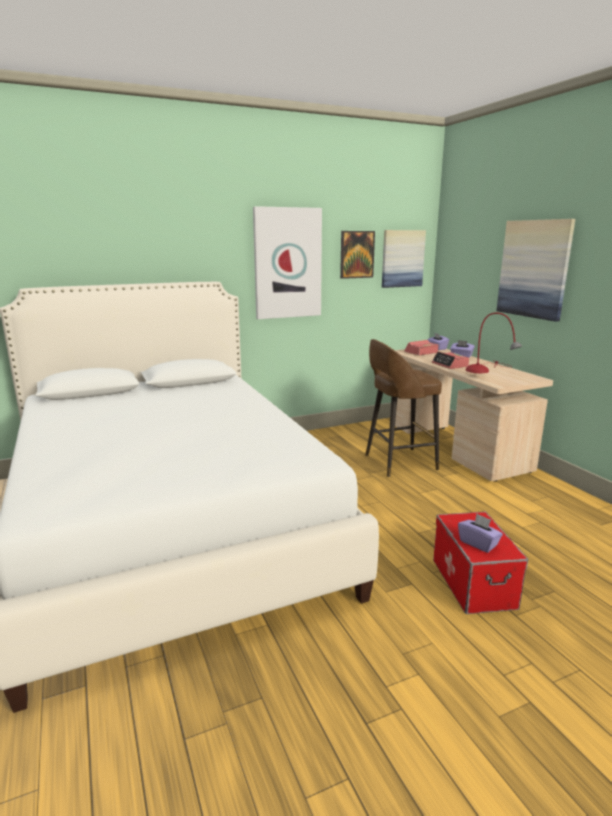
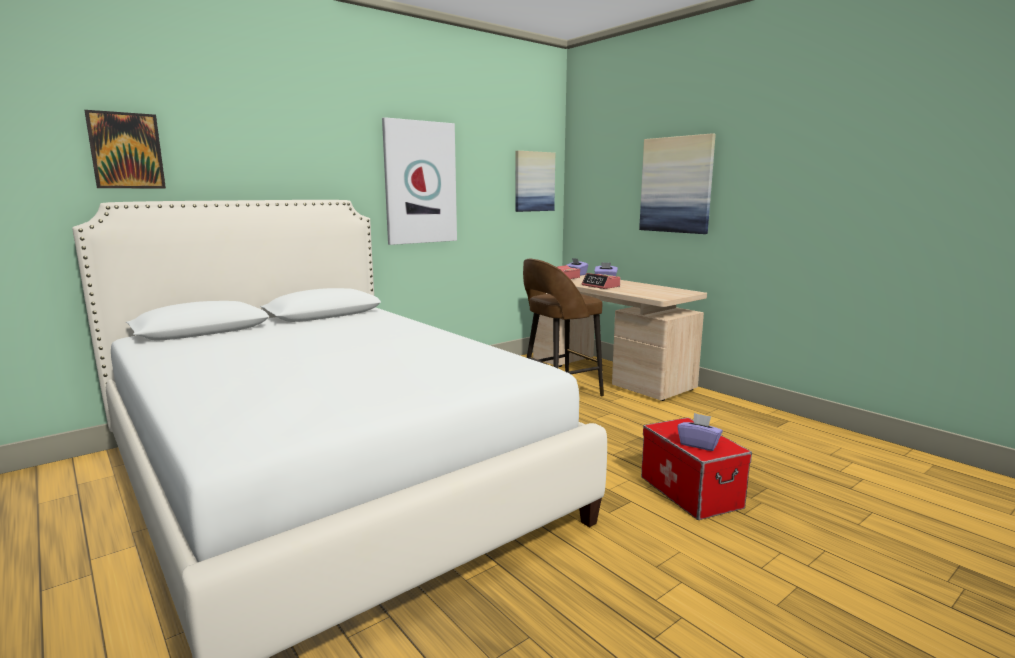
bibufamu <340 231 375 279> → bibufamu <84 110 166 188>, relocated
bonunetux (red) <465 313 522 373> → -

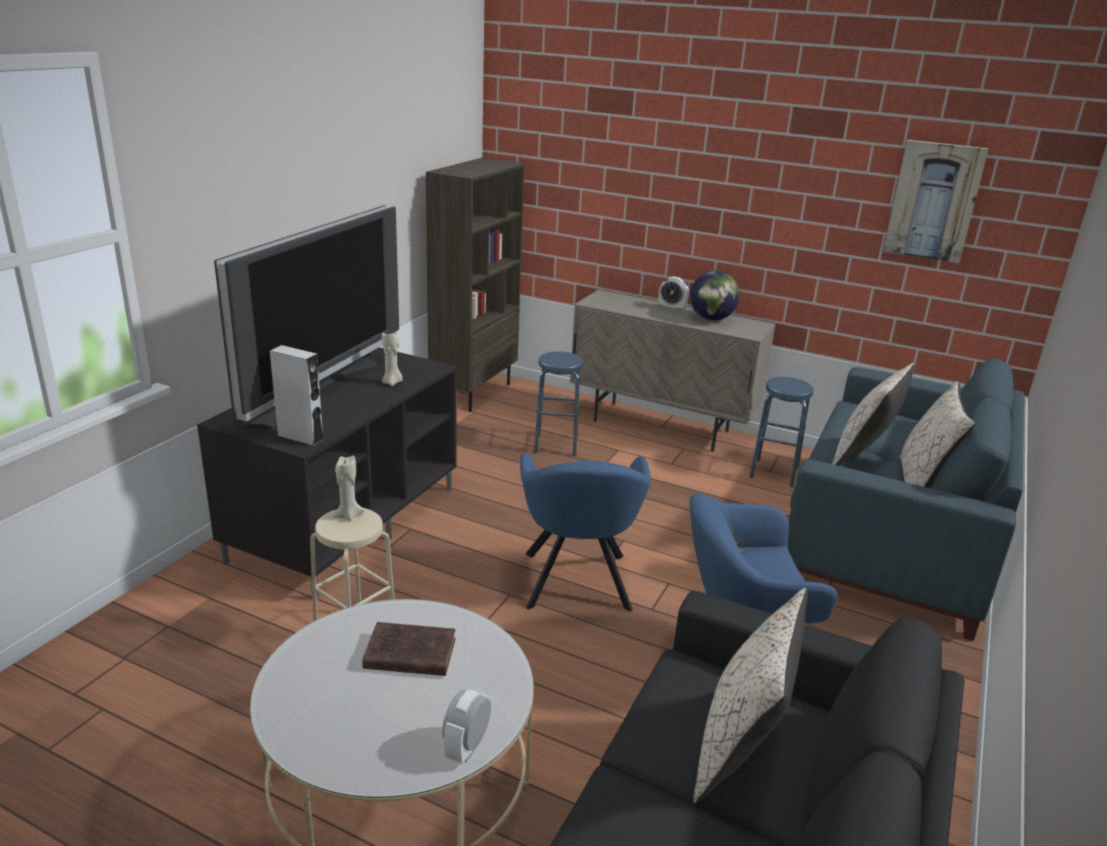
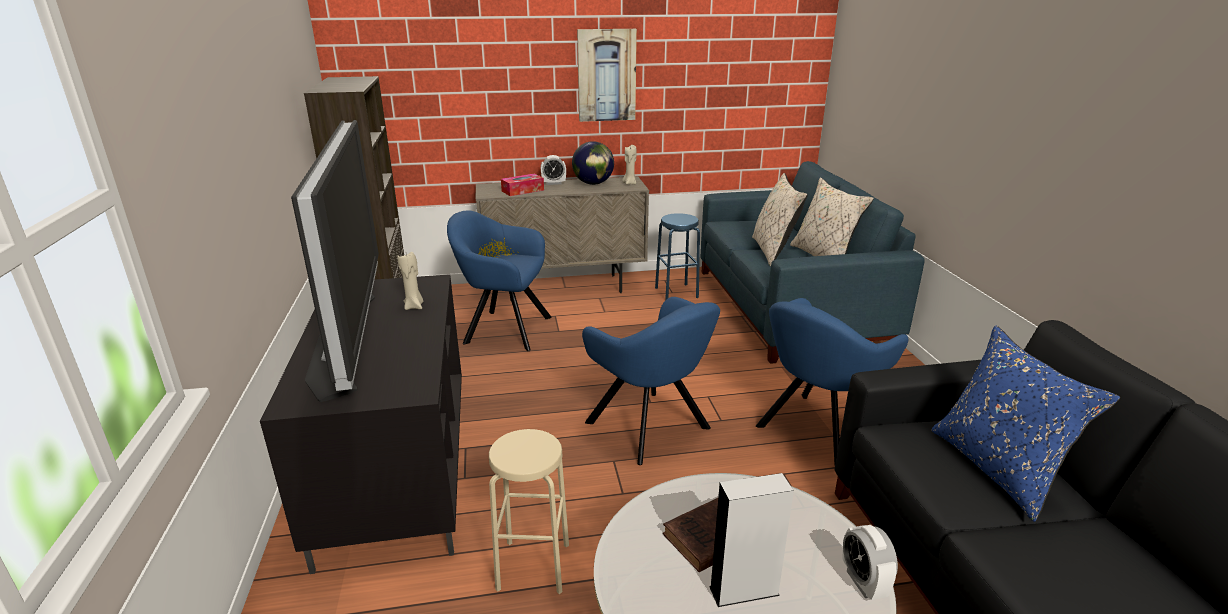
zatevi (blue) <534 351 583 456> → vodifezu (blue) <447 210 552 351>
- → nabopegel <501 173 544 196>
bibufamu <883 140 989 263> → bibufamu <577 29 637 122>, relocated
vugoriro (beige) <332 456 365 521> → vugoriro (beige) <622 145 636 184>, relocated
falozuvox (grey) <270 345 324 446> → falozuvox (grey) <709 473 794 607>, relocated
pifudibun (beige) <693 588 808 804> → pifudibun (blue) <931 325 1120 522>

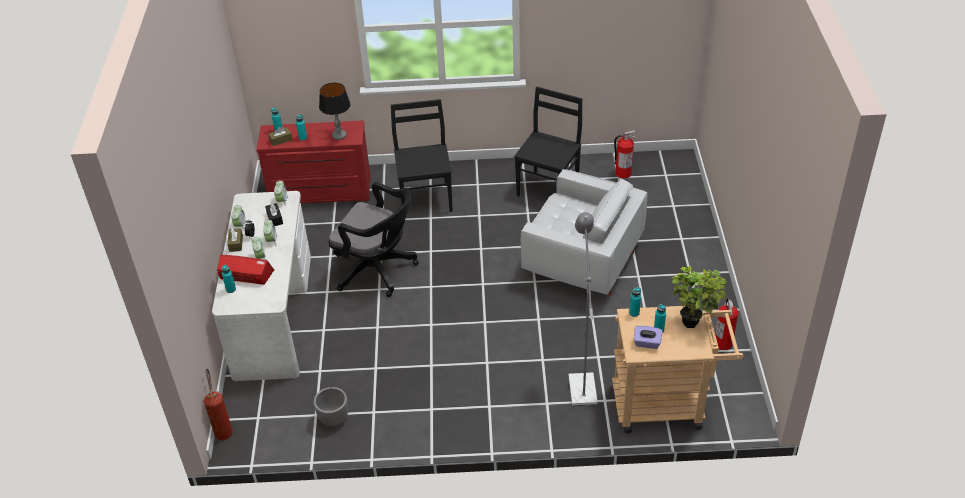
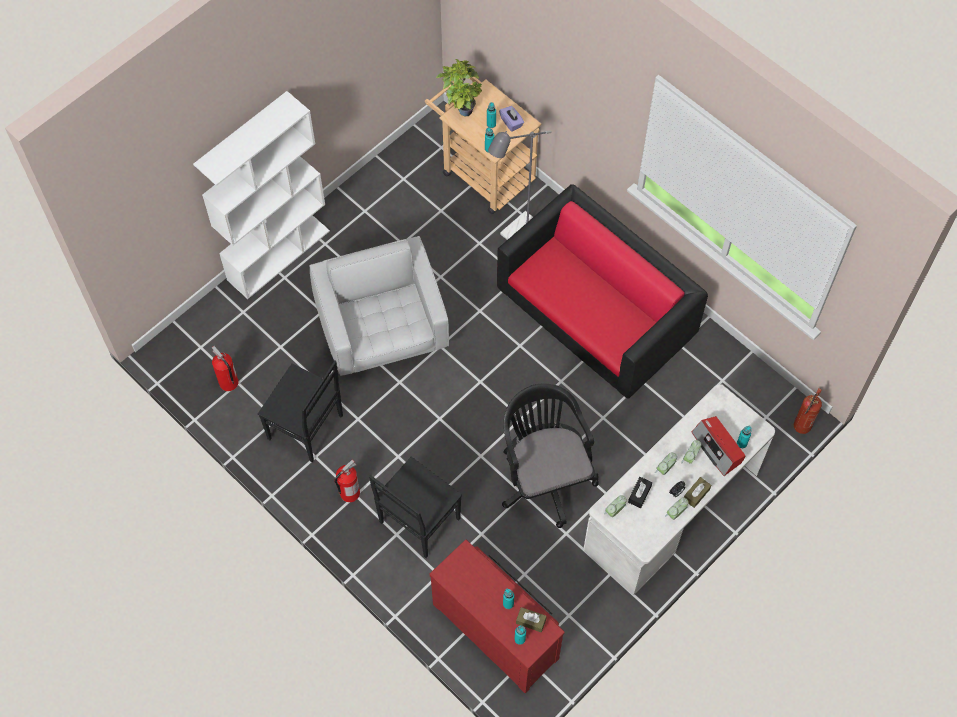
- → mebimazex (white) <193 91 330 299>
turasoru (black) <514 86 582 197> → turasoru (black) <258 361 343 462>, 135 degrees counterclockwise
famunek <715 297 738 350> → famunek <334 459 360 502>, relocated
- → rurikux <497 184 708 399>
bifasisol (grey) <314 387 348 426> → -
bonunetux <319 83 350 140> → -

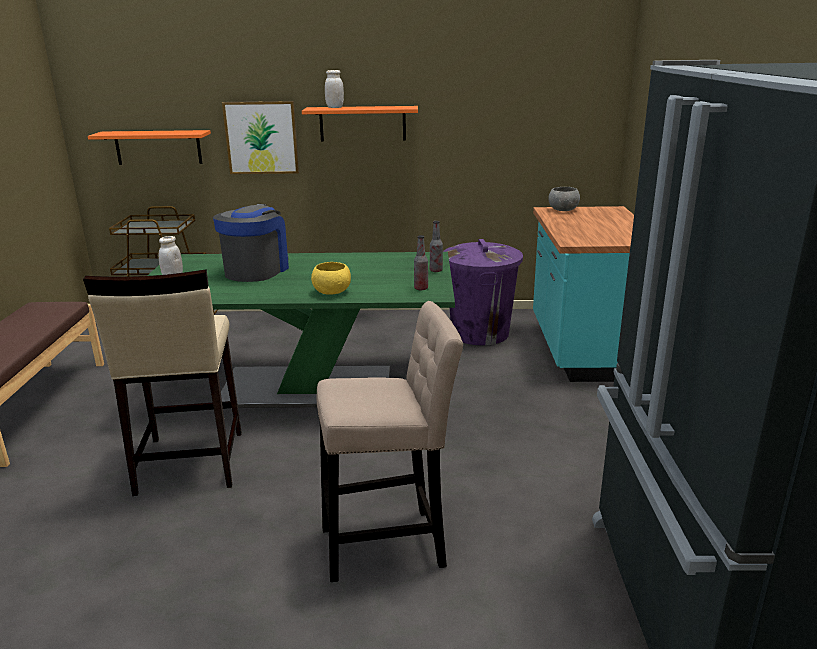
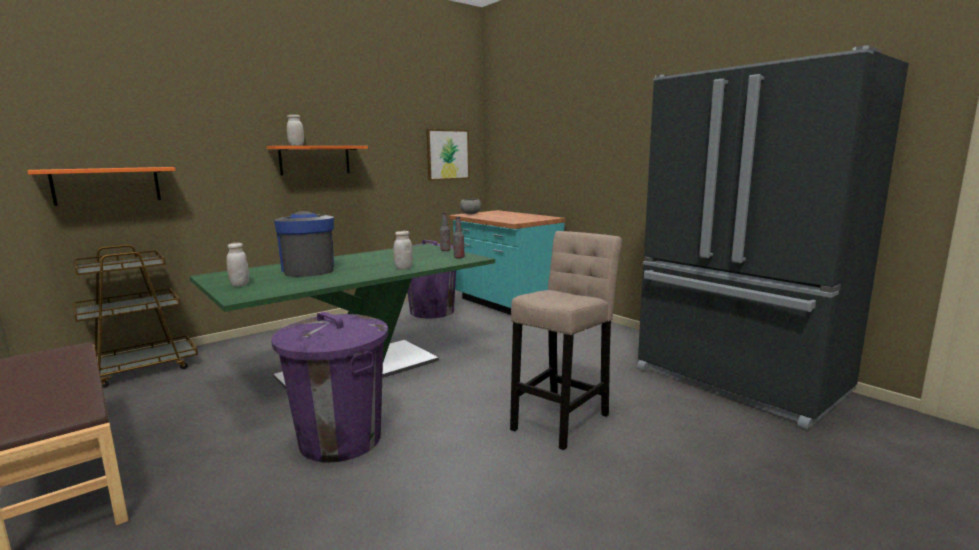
zatevi (beige) <83 269 242 496> → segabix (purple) <271 312 388 463>
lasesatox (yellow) <311 262 351 295> → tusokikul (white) <393 231 413 270>
bibufamu <222 101 299 174> → bibufamu <426 129 470 181>, relocated

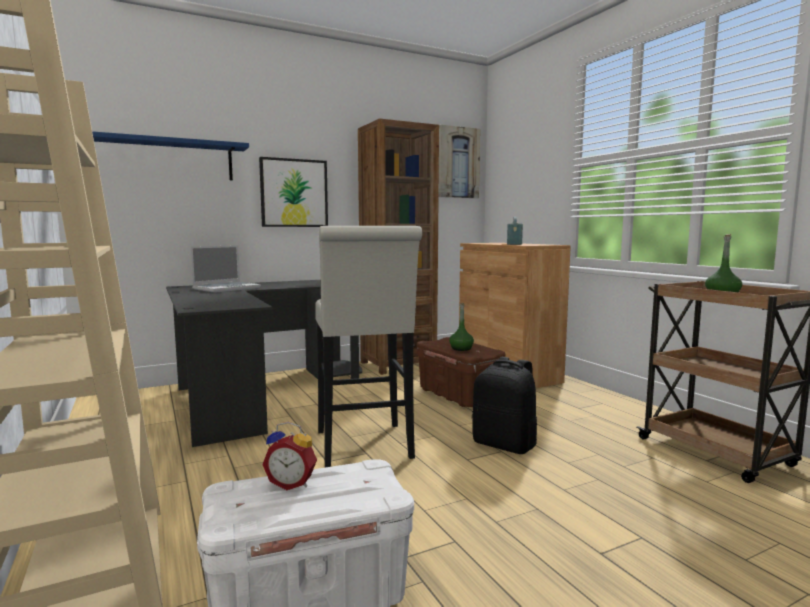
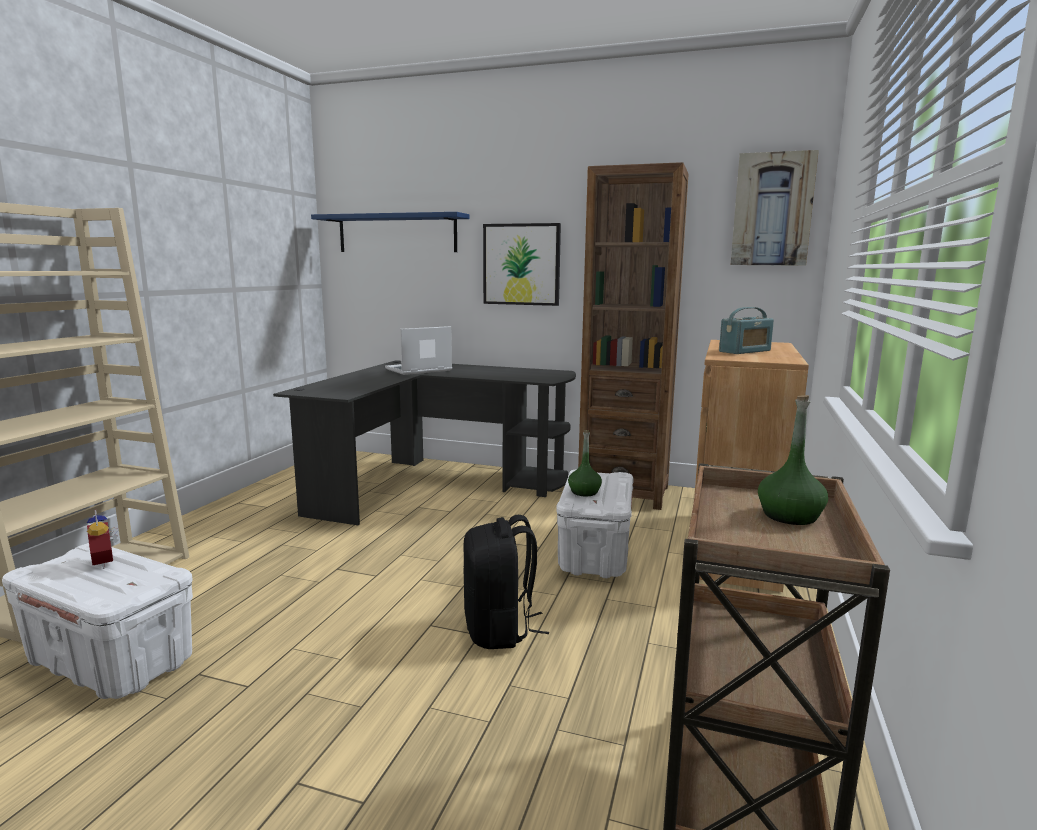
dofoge <190 245 261 293> → dofoge <385 326 452 375>, 150 degrees clockwise
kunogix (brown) <417 337 505 407> → kunogix (white) <556 469 634 578>
zatevi (white) <315 226 423 468> → -

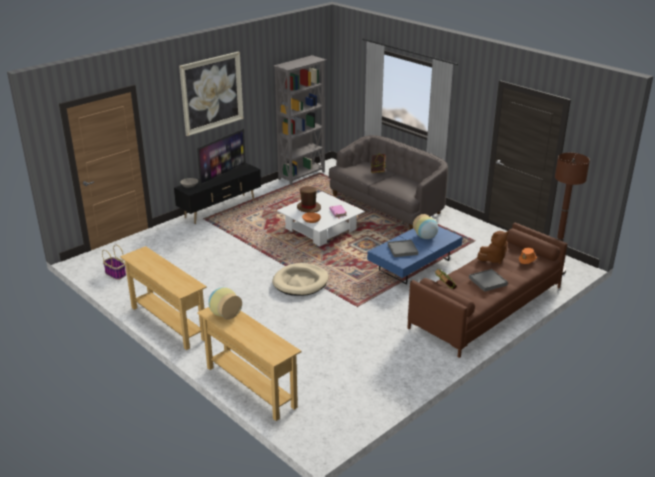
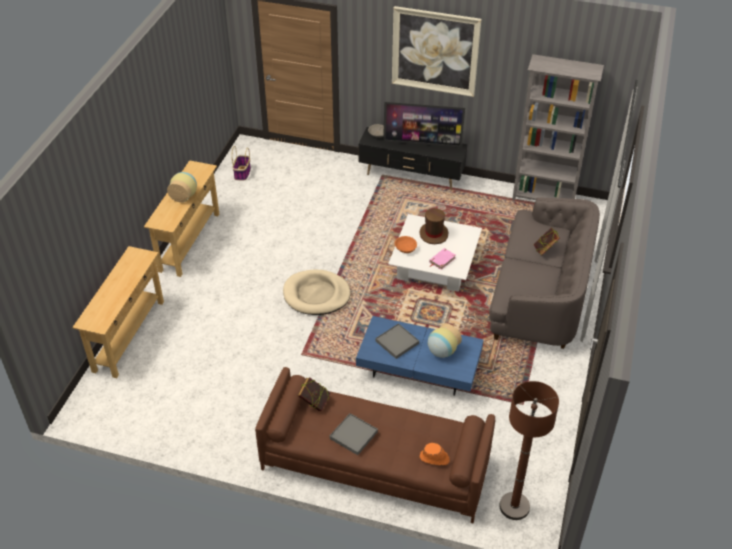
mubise <208 287 242 320> → mubise <167 172 197 203>, relocated
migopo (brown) <477 231 509 264> → -

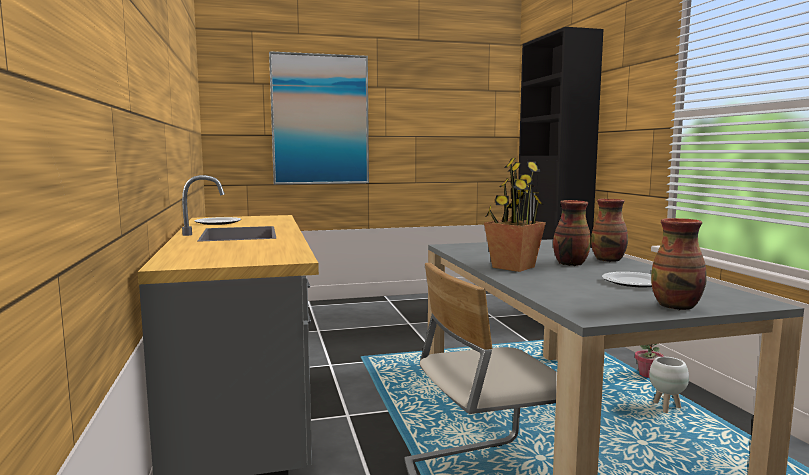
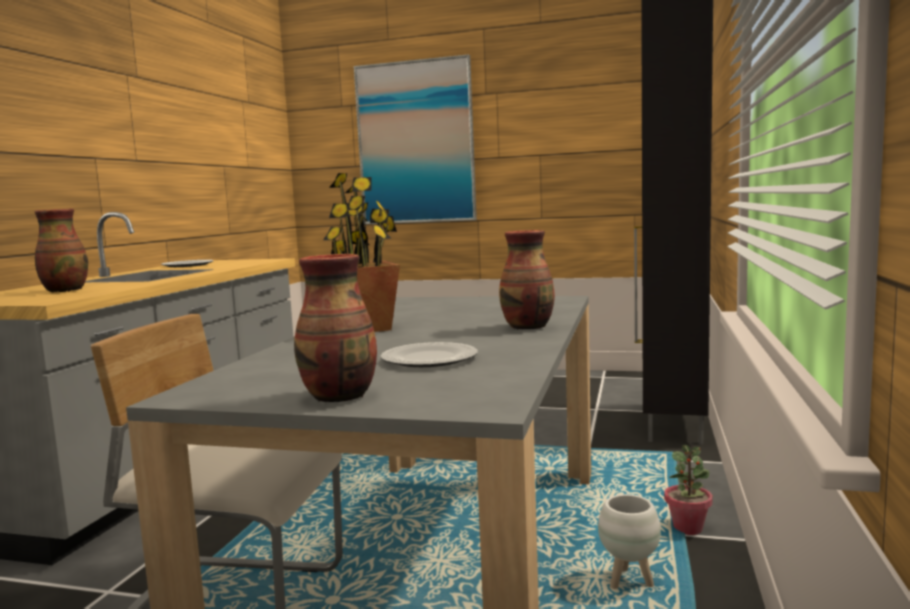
mubise <553 200 591 266> → mubise <35 209 88 293>, relocated

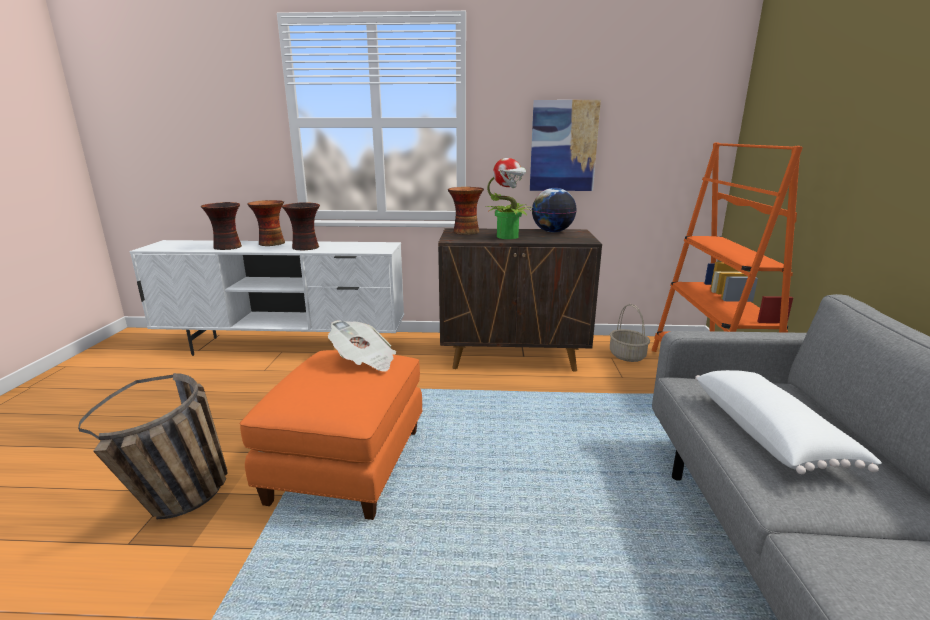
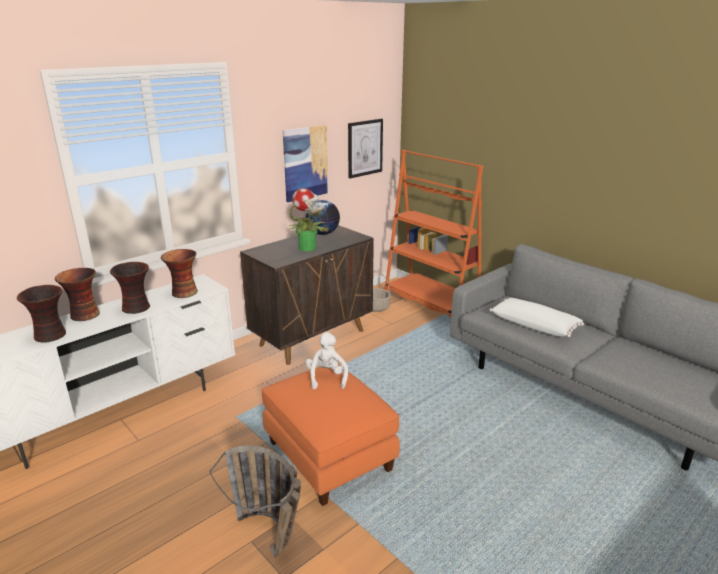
mubise <448 187 484 235> → mubise <161 249 198 298>, relocated
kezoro <328 320 396 372> → migopo (white) <305 332 348 389>
- → bibufamu <348 119 383 179>

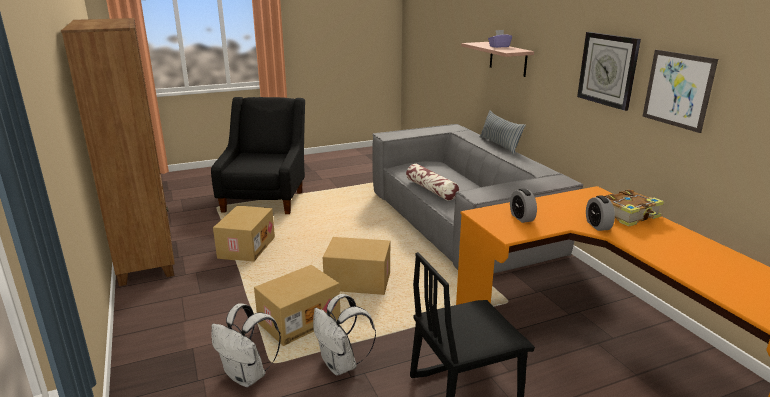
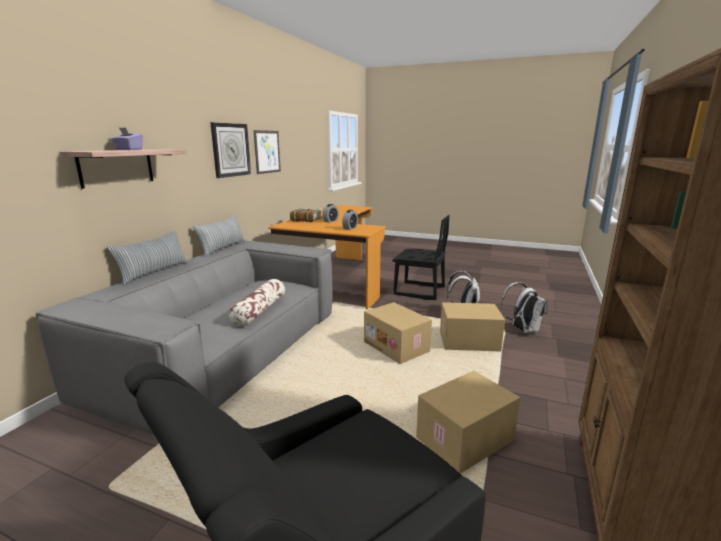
- → pifudibun <193 214 245 256>

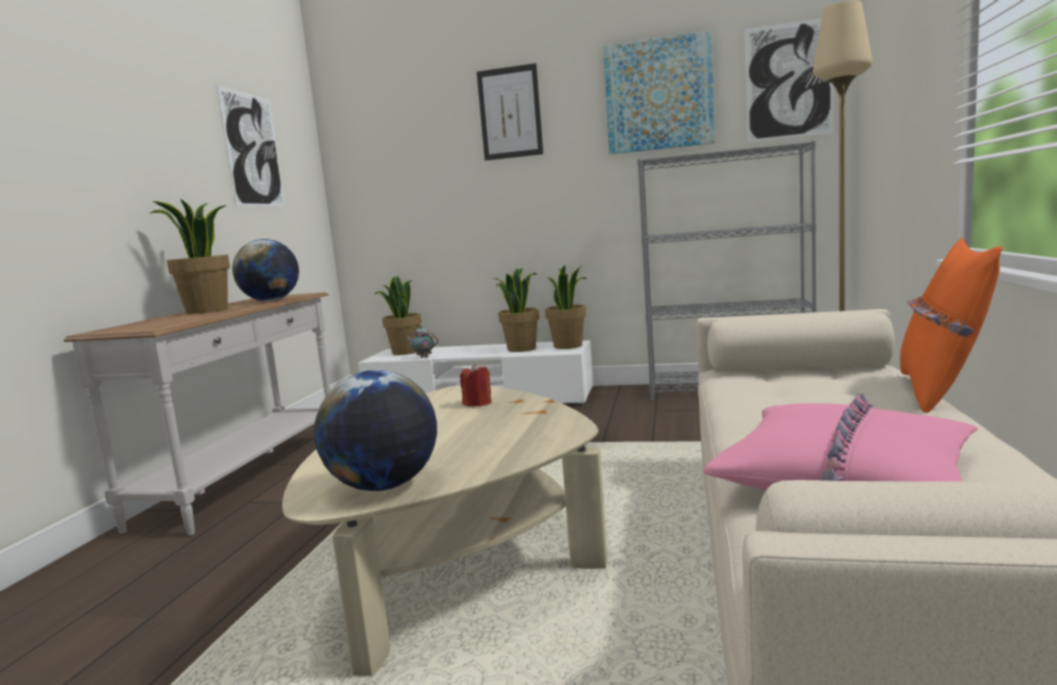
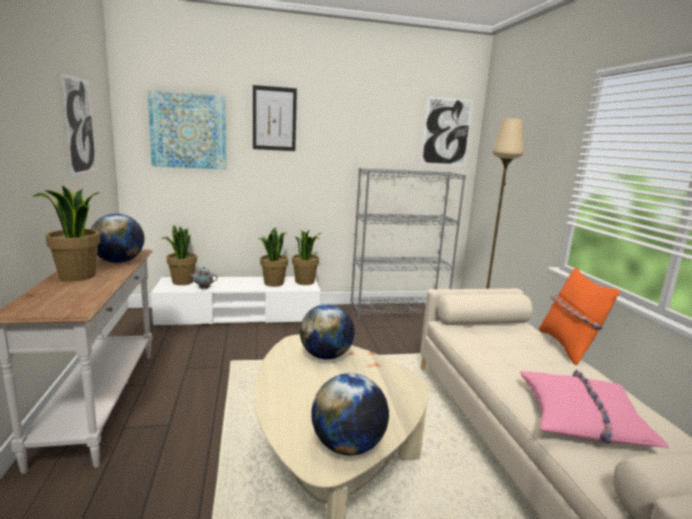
bibufamu <603 30 715 154> → bibufamu <147 90 226 169>, relocated
vugoriro (red) <460 363 491 407> → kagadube <300 304 355 359>

